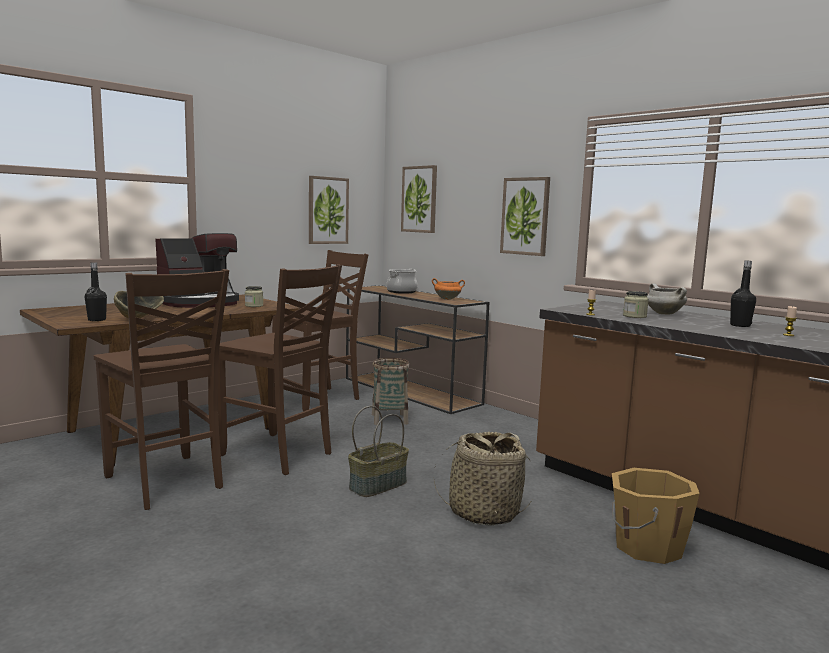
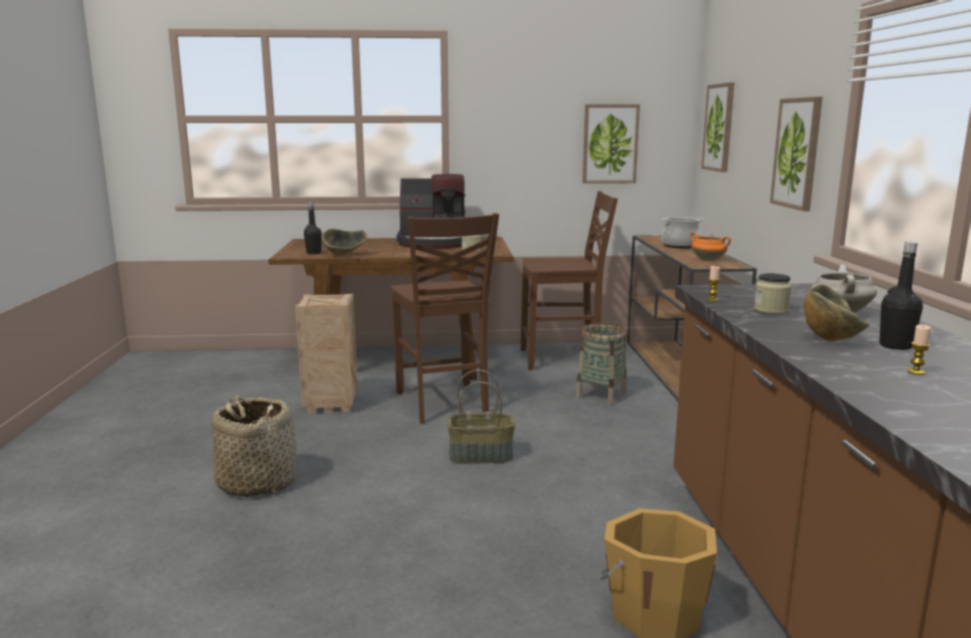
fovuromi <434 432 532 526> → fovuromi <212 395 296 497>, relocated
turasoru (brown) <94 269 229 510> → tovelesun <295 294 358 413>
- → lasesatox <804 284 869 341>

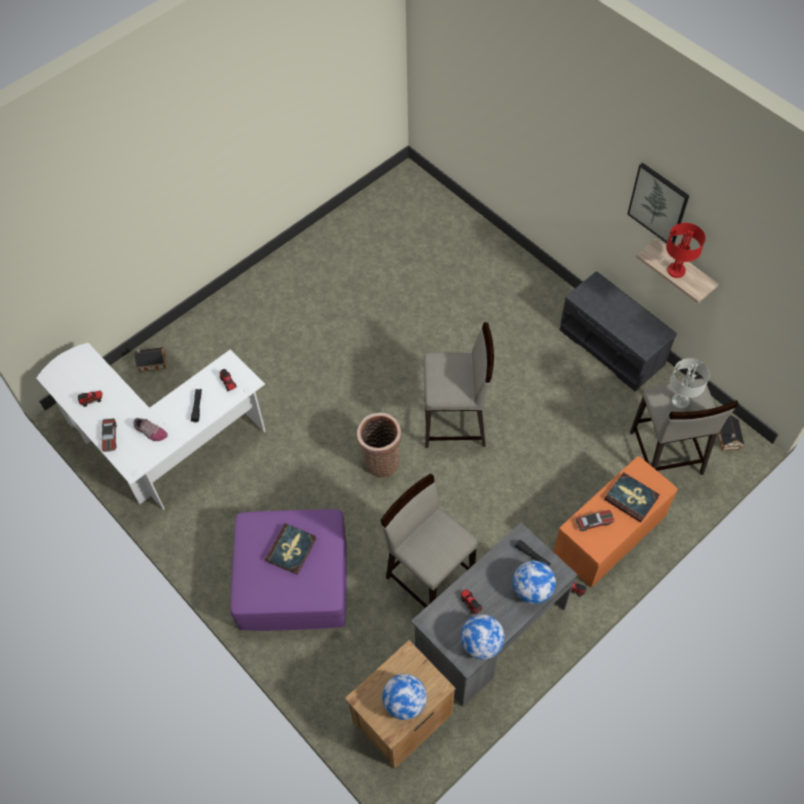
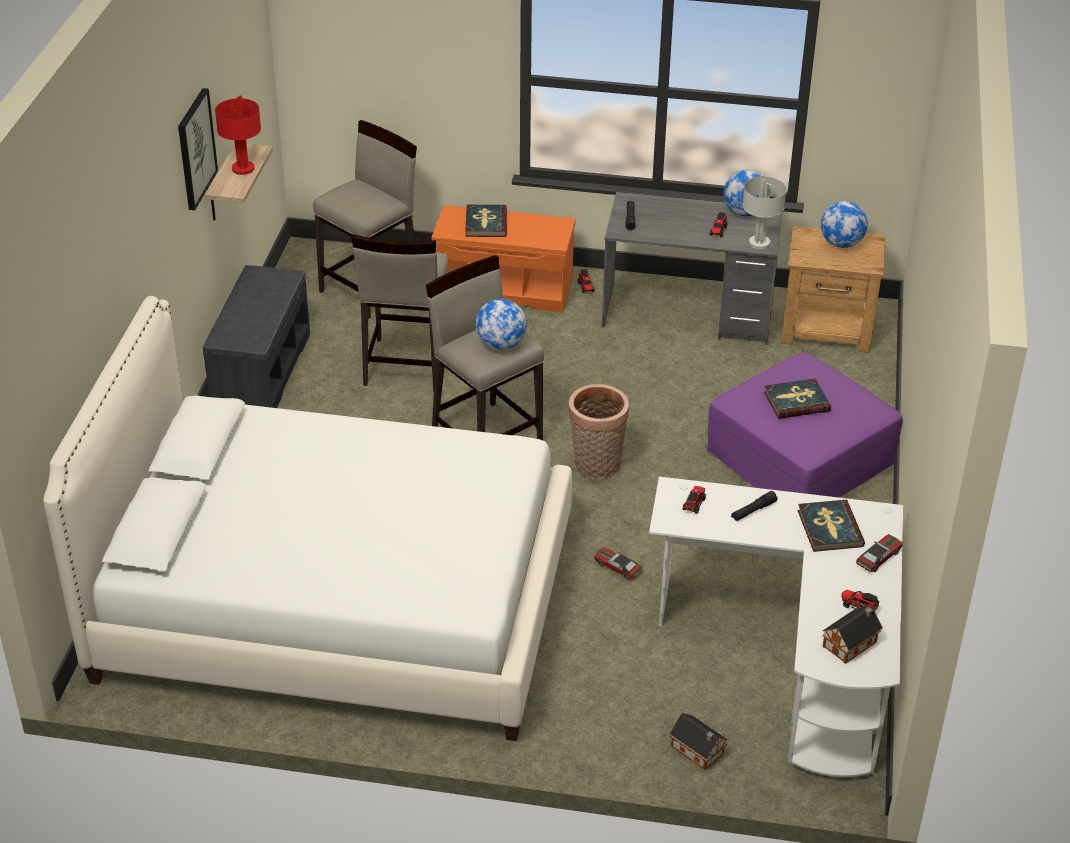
- → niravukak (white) <43 296 572 741>
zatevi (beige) <380 473 478 608> → zatevi (beige) <352 234 448 391>, relocated
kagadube <513 560 556 604> → kagadube <475 299 527 350>, relocated
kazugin <575 510 614 531> → kazugin <594 547 643 580>, relocated
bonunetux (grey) <670 358 710 409> → bonunetux (grey) <742 174 787 249>, relocated
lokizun <133 418 168 441> → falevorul <798 500 865 552>
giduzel <718 415 744 450> → giduzel <822 606 883 664>, relocated

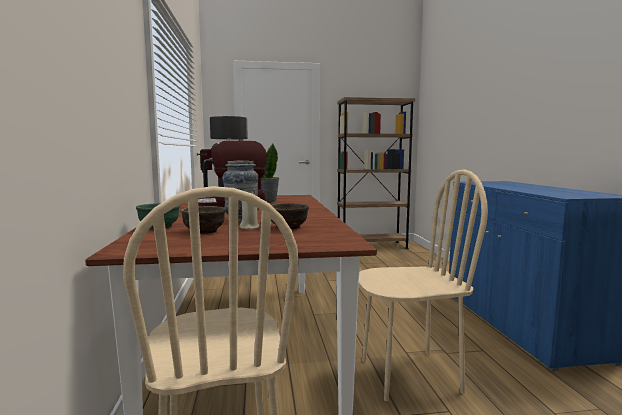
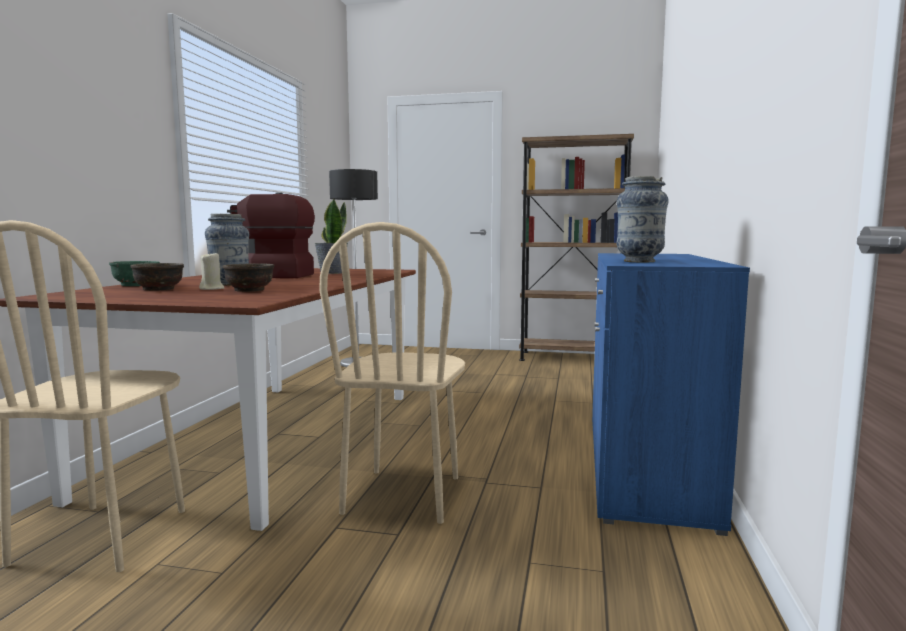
turasoru (beige) <359 169 488 401> → turasoru (beige) <319 222 465 524>, 90 degrees clockwise
- → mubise <616 176 669 263>

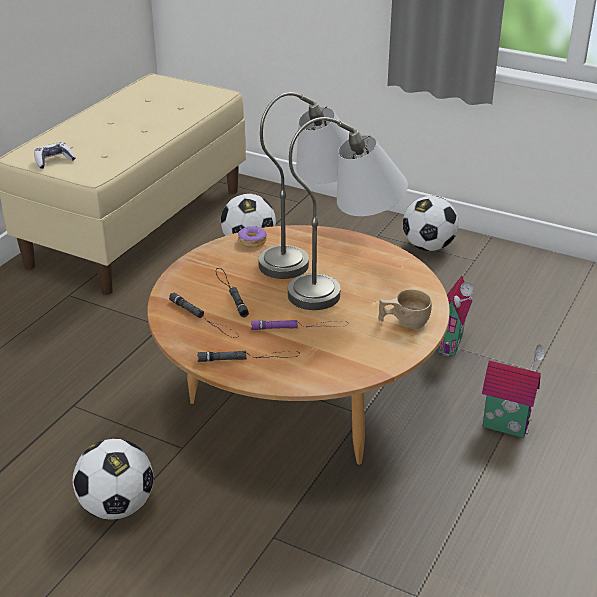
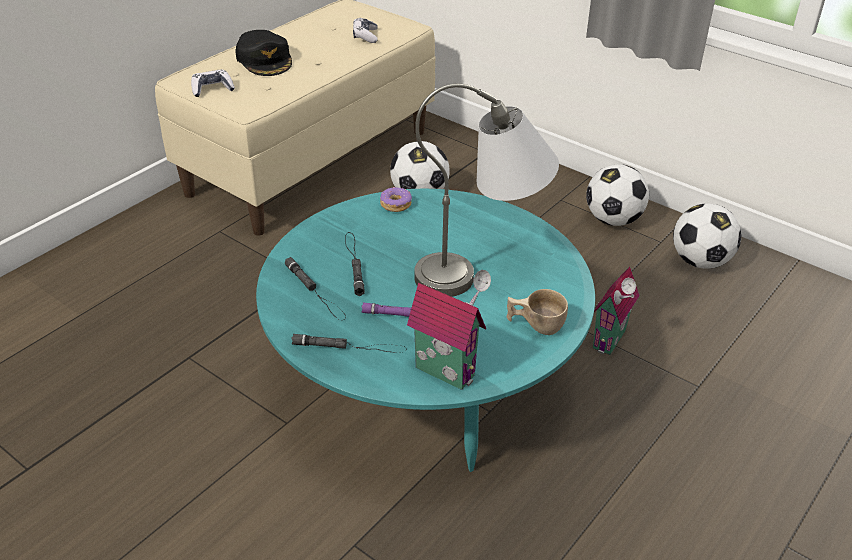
- → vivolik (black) <236 30 292 76>
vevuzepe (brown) <147 225 450 465> → vevuzepe (turquoise) <256 189 595 472>
- → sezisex <353 18 378 43>
giduzel <482 345 547 438> → giduzel <407 270 491 390>, relocated
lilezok <73 439 154 519> → lilezok <673 203 741 269>, relocated
bonunetux (grey) <258 92 349 279> → -

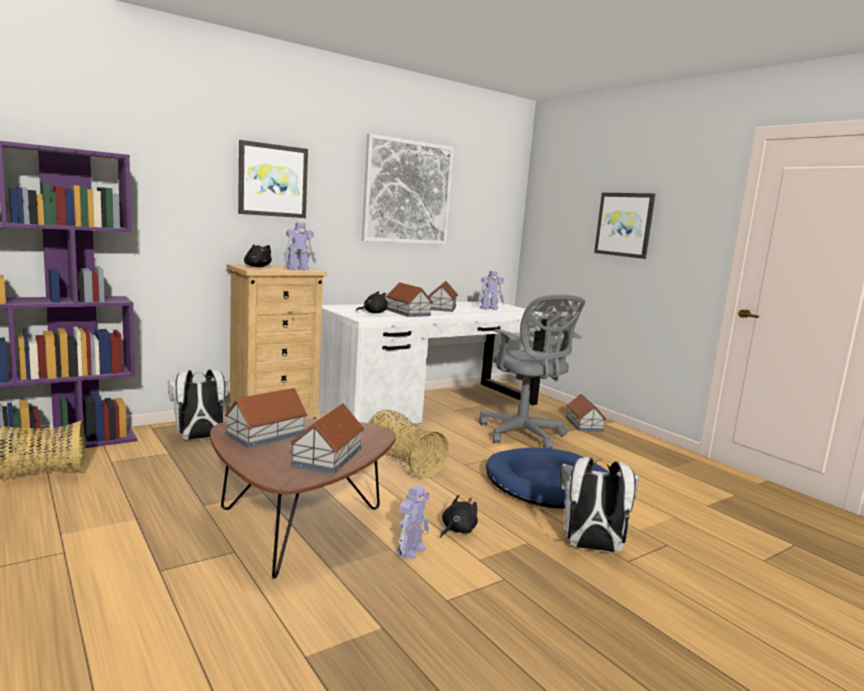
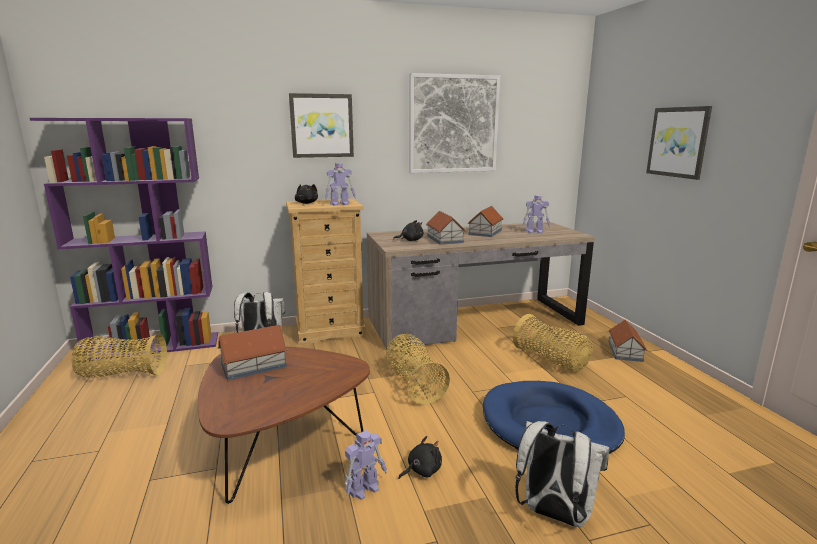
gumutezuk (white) <318 301 545 427> → gumutezuk (brown) <367 222 595 349>
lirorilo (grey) <479 294 585 448> → fovuromi <513 314 593 372>
giduzel <289 403 365 474> → -

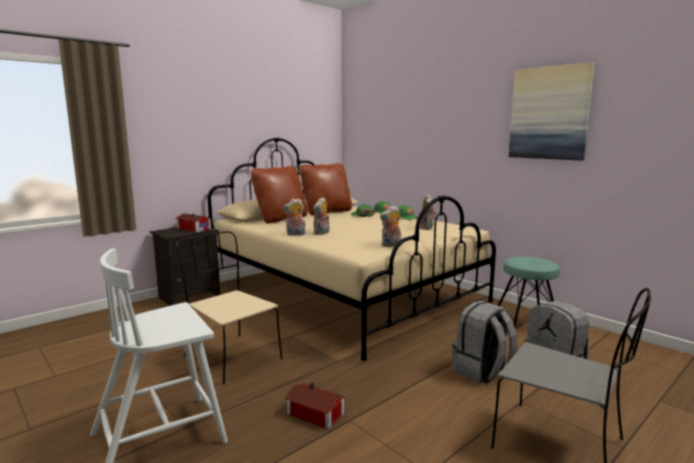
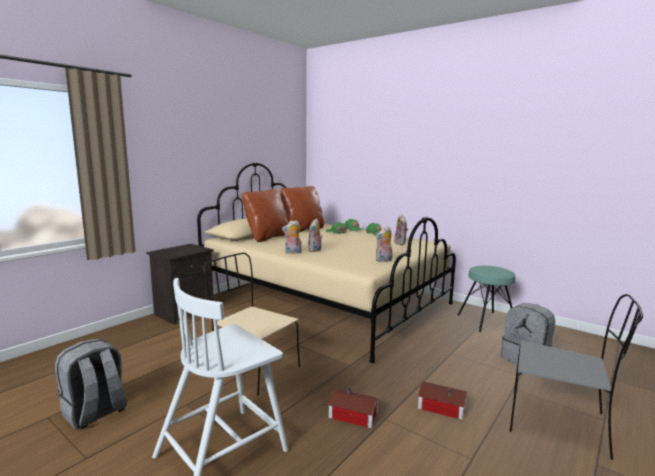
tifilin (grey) <453 301 518 384> → tifilin (grey) <55 338 127 429>, relocated
giduzel <175 213 212 232> → giduzel <418 381 467 420>, relocated
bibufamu <509 62 595 160> → -

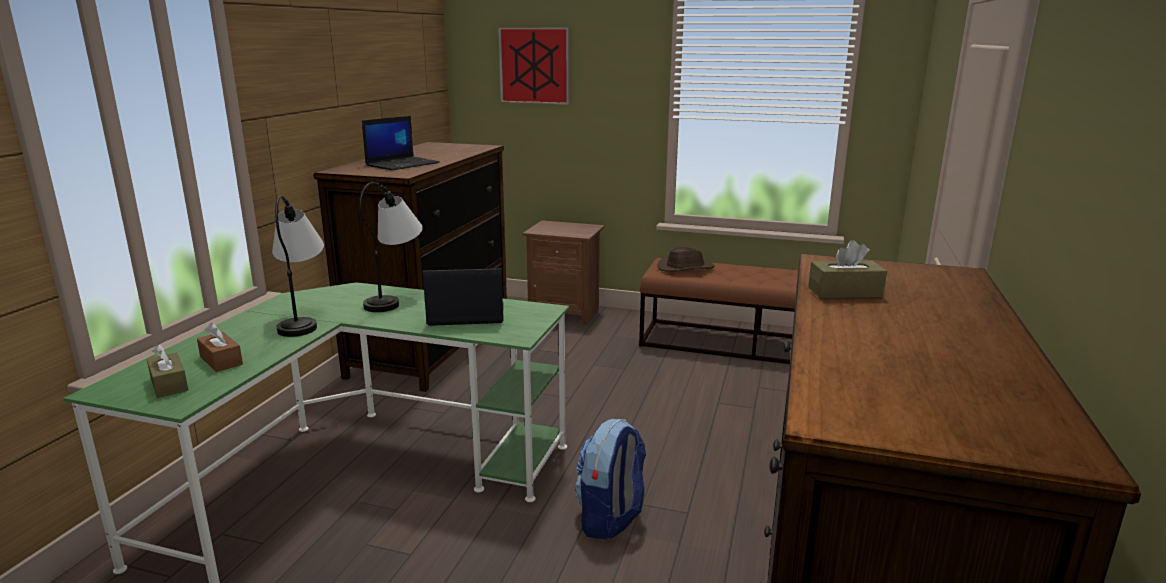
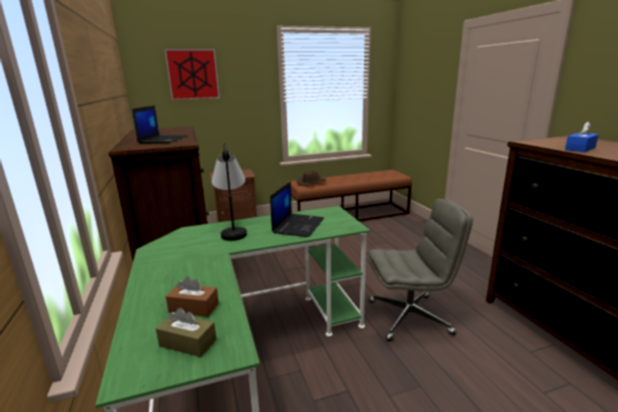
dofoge <423 268 504 326> → dofoge <270 181 324 237>, 150 degrees clockwise
tifilin <575 419 646 539> → lirorilo (grey) <368 199 473 341>
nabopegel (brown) <808 240 887 299> → nabopegel (blue) <565 121 599 152>
bonunetux <272 195 324 337> → -

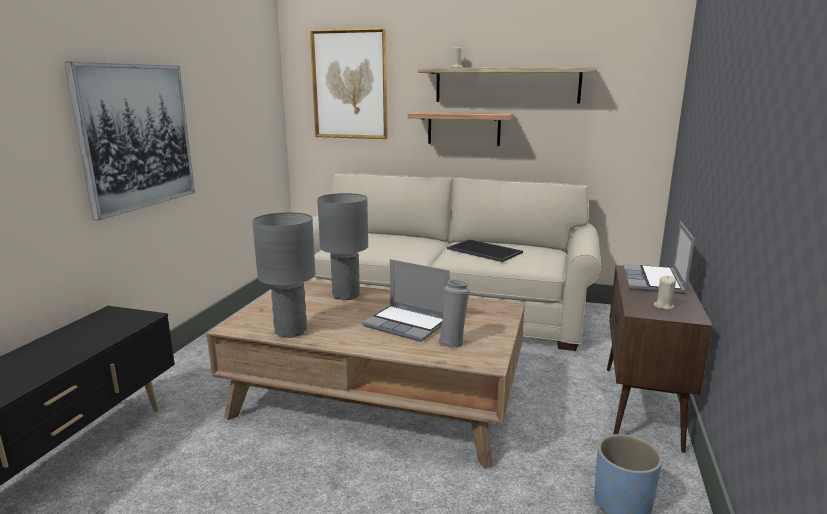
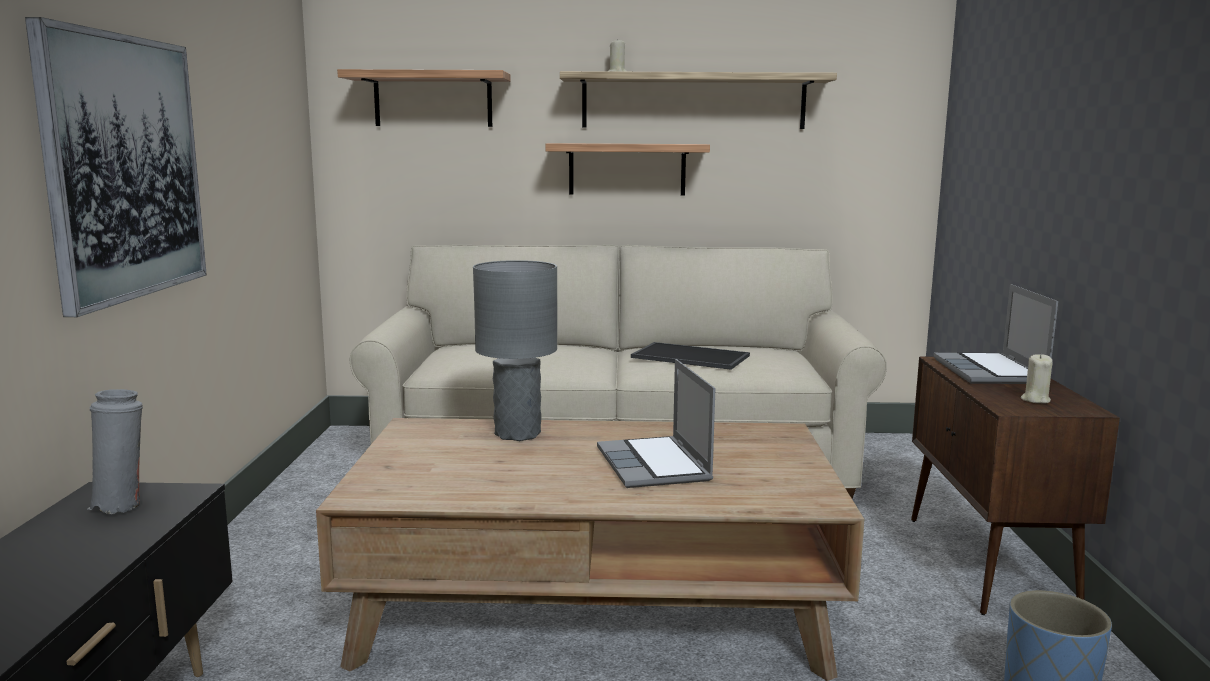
mubise (grey) <439 280 470 348> → mubise (grey) <87 389 143 514>, relocated
bibufamu <310 28 388 139> → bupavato <337 69 511 127>
dofoge <362 259 450 342> → dofoge <597 359 715 488>, 60 degrees clockwise
bonunetux (grey) <252 212 315 338> → -

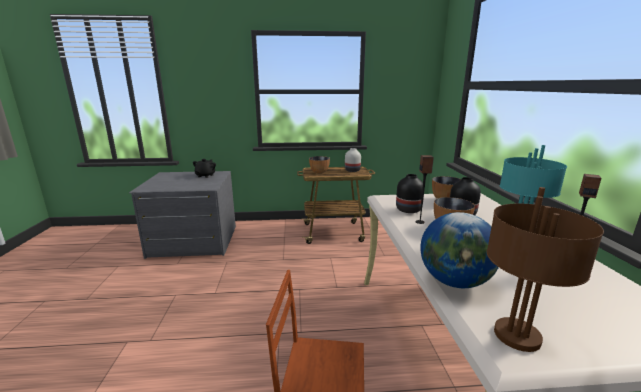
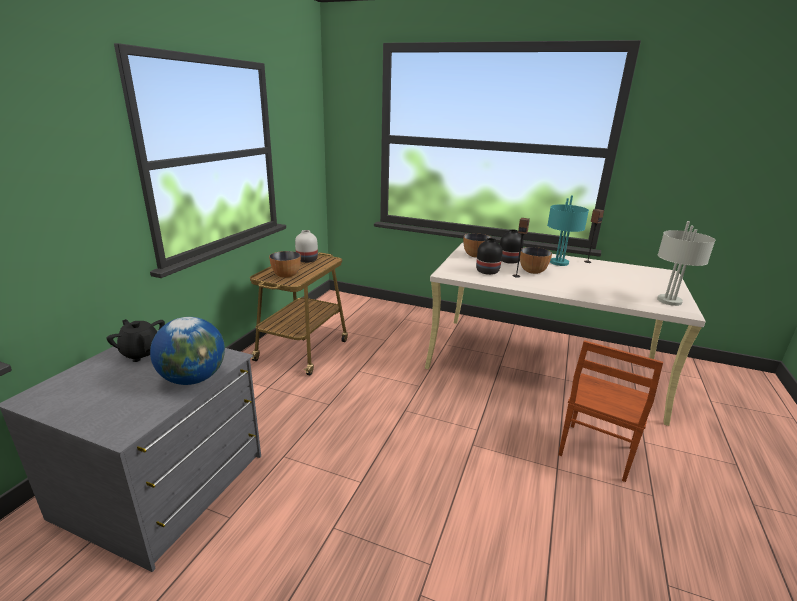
kagadube <420 212 499 288> → kagadube <150 317 225 385>, relocated
bonunetux (brown) <487 187 604 352> → bonunetux (grey) <657 221 716 306>

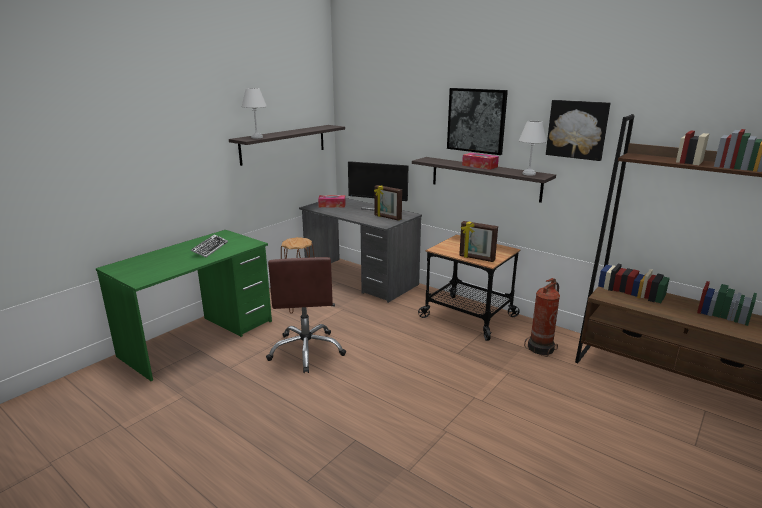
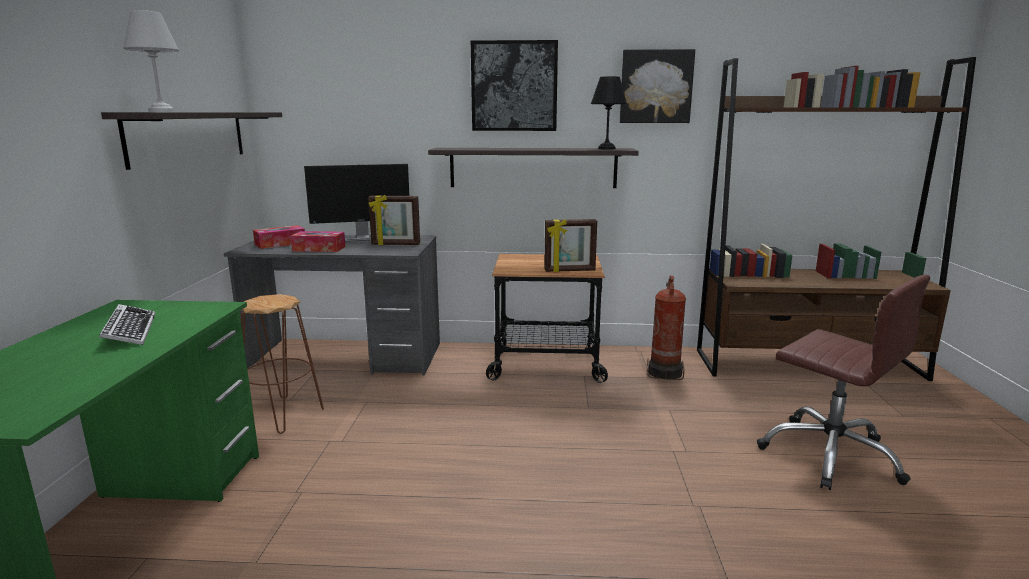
nabopegel <462 153 499 170> → nabopegel <291 231 345 252>, relocated
bonunetux (white) <519 121 547 176> → bonunetux (black) <591 76 627 150>
lirorilo (brown) <266 257 346 373> → lirorilo (brown) <757 275 930 490>, relocated

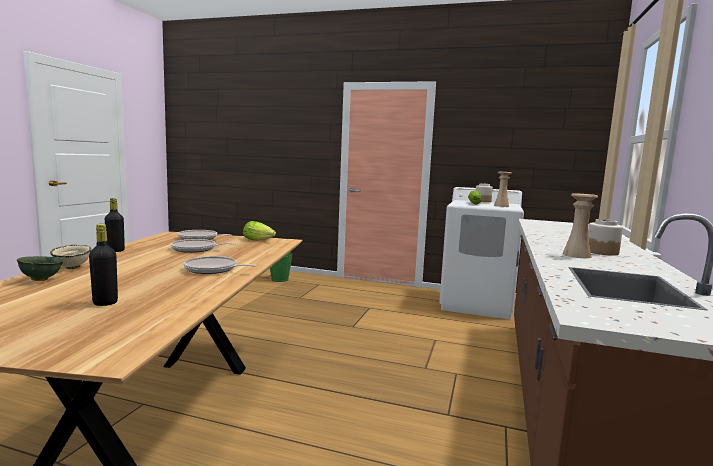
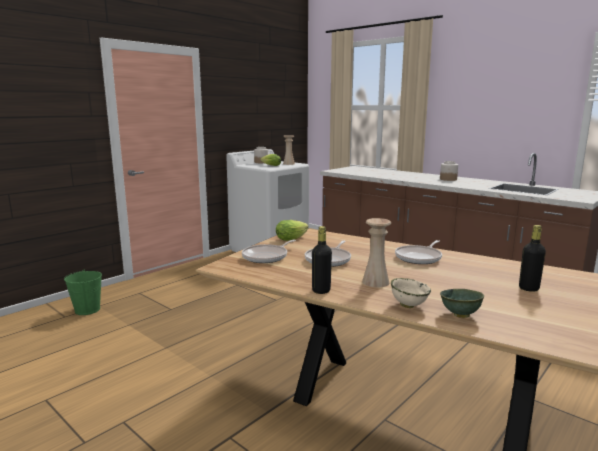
mubise (beige) <563 193 598 258> → mubise (beige) <362 218 391 288>, relocated

